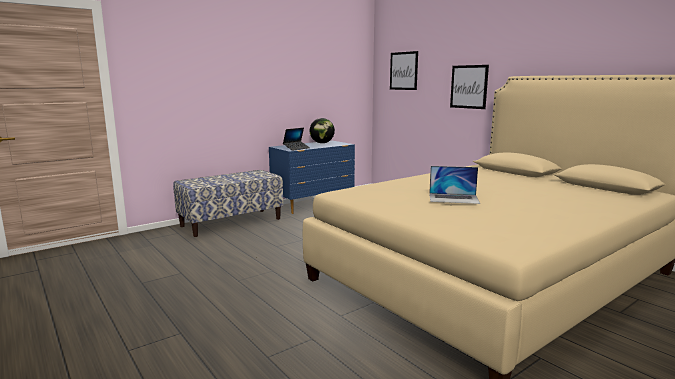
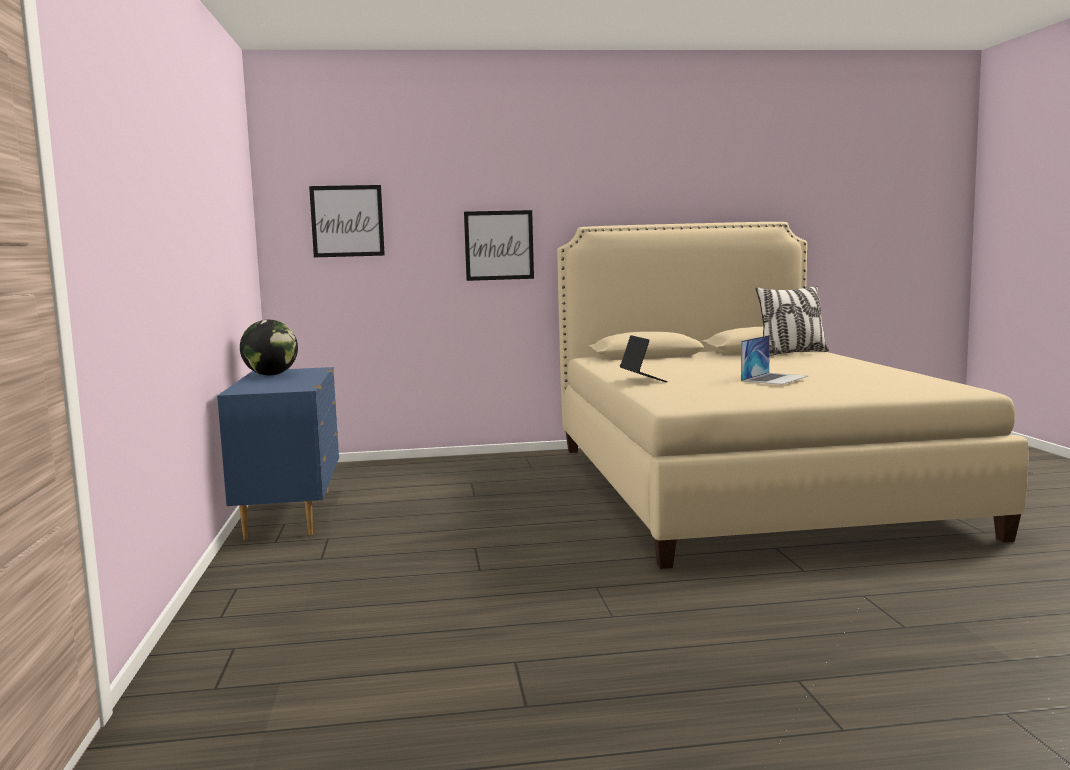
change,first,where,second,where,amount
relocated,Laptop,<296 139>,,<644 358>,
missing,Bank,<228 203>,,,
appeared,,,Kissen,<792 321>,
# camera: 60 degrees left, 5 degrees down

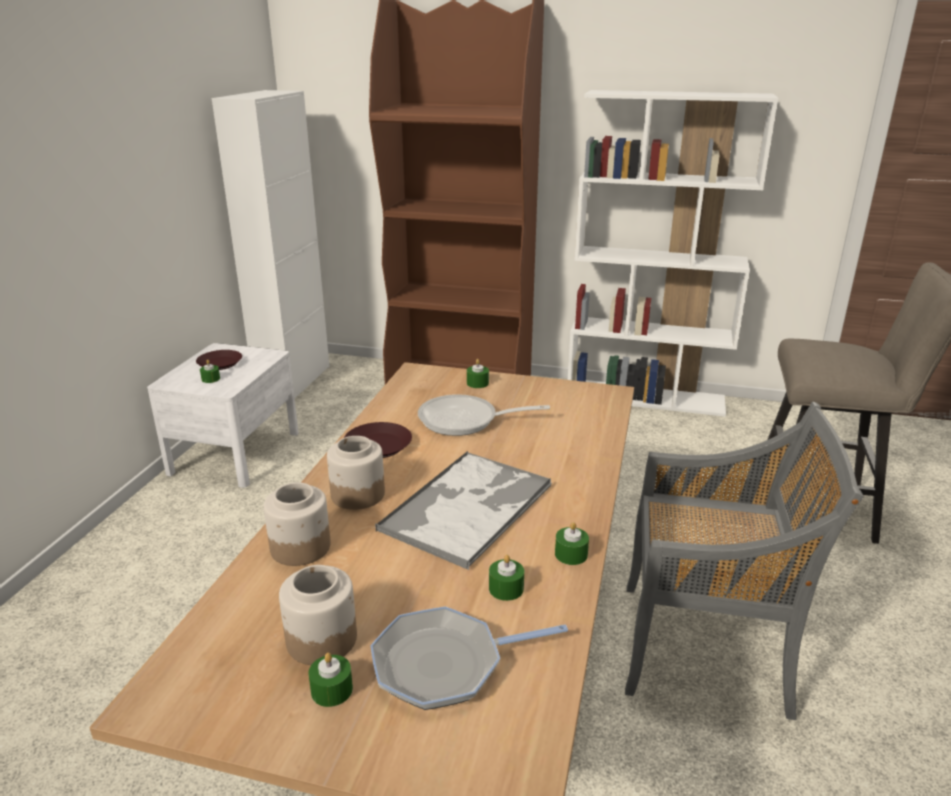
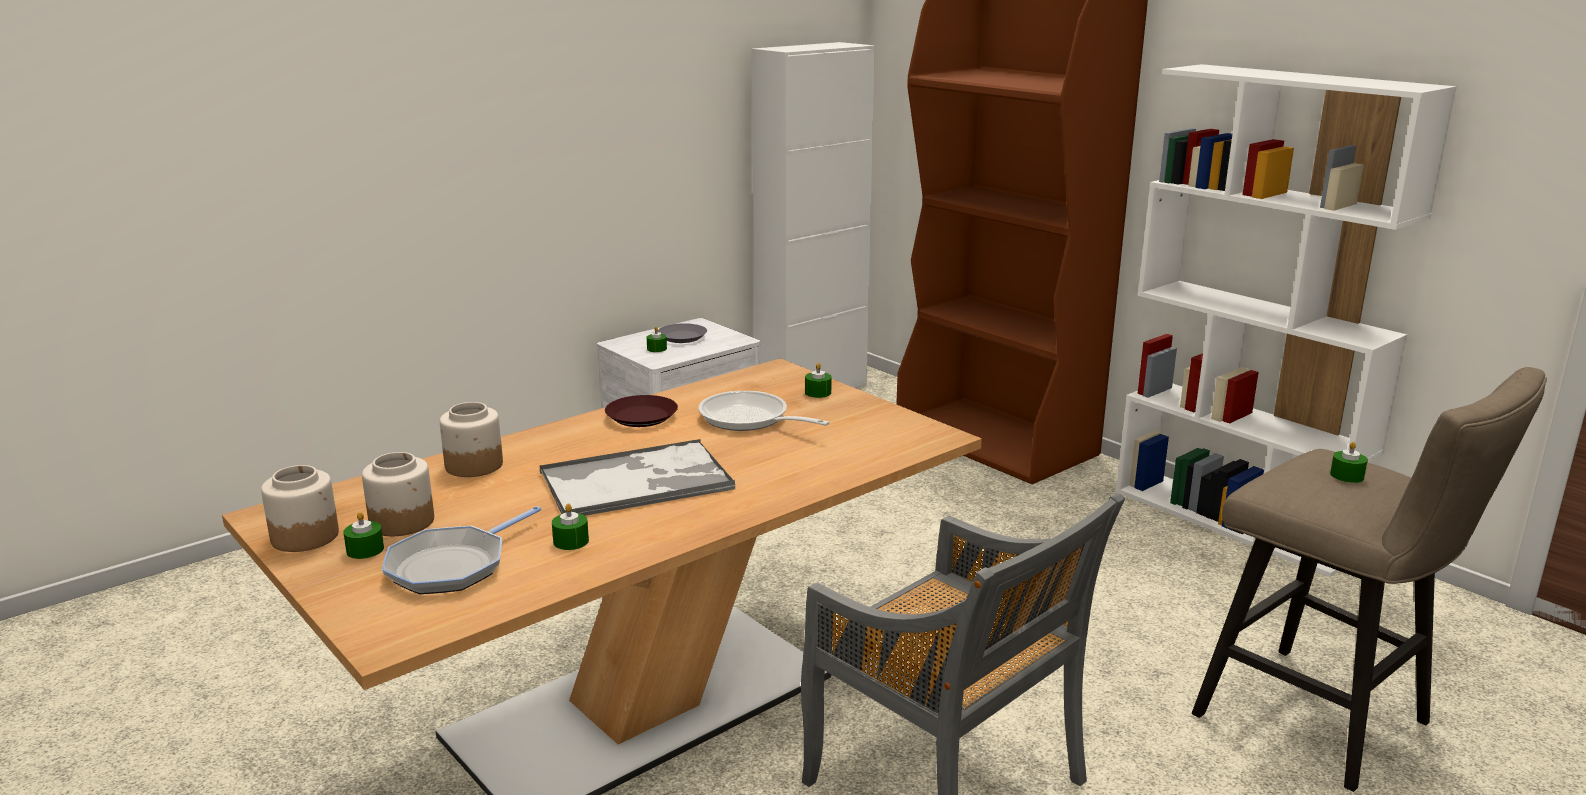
change,first,where,second,where,amount
colour,Teller [braun],<219 360>,Teller [grau],<682 333>,
relocated,Vorratsglas,<356 473>,,<300 508>,
relocated,Kerze [grün],<572 543>,,<1349 462>,
spun,Pfanne,<469 658>,,<461 550>,75 degrees counterclockwise
# camera: 35 degrees right, 5 degrees down

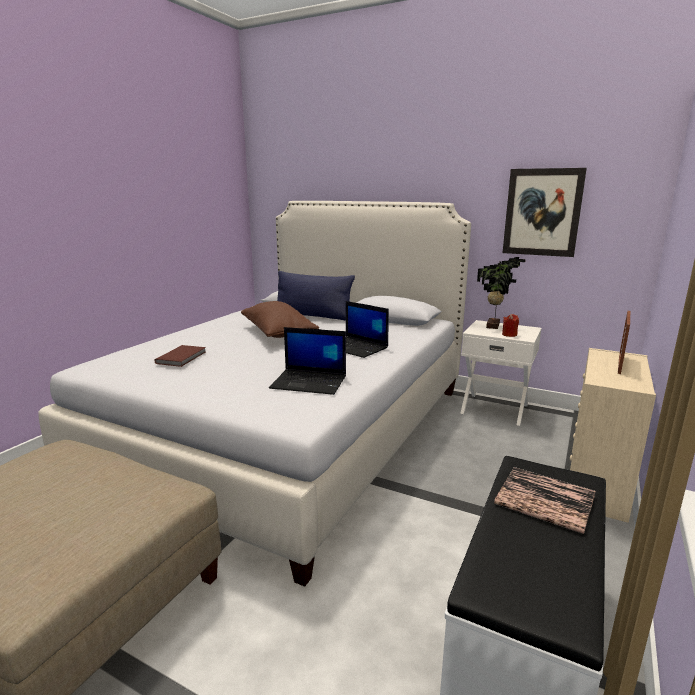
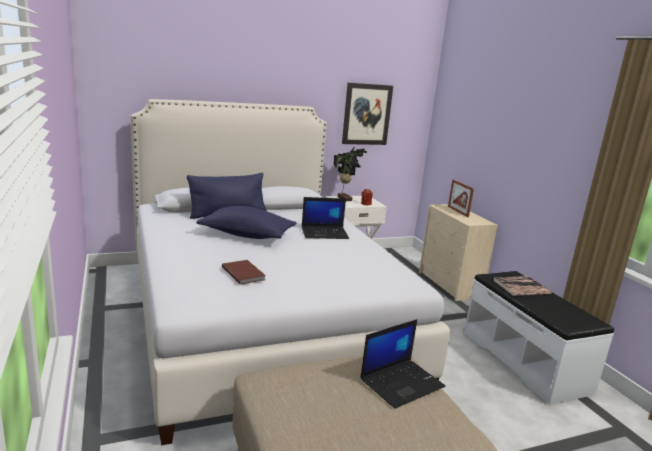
change,first,where,second,where,amount
colour,Kissen [braun],<280 319>,Kissen [blau],<246 222>,
relocated,Laptop,<307 361>,,<402 363>,
# camera: 50 degrees left, 0 degrees up

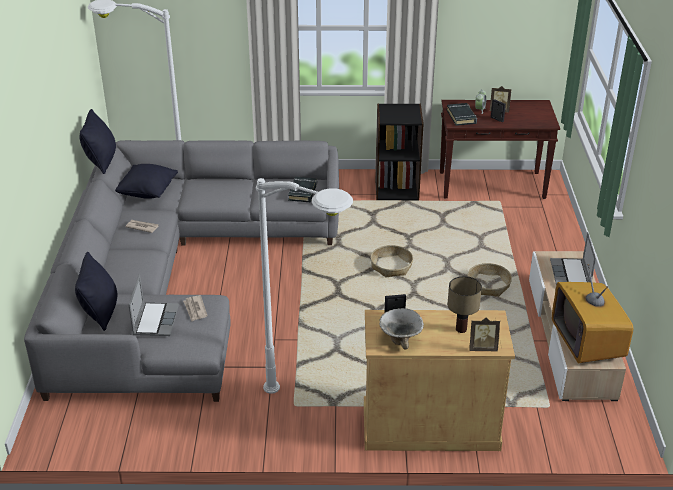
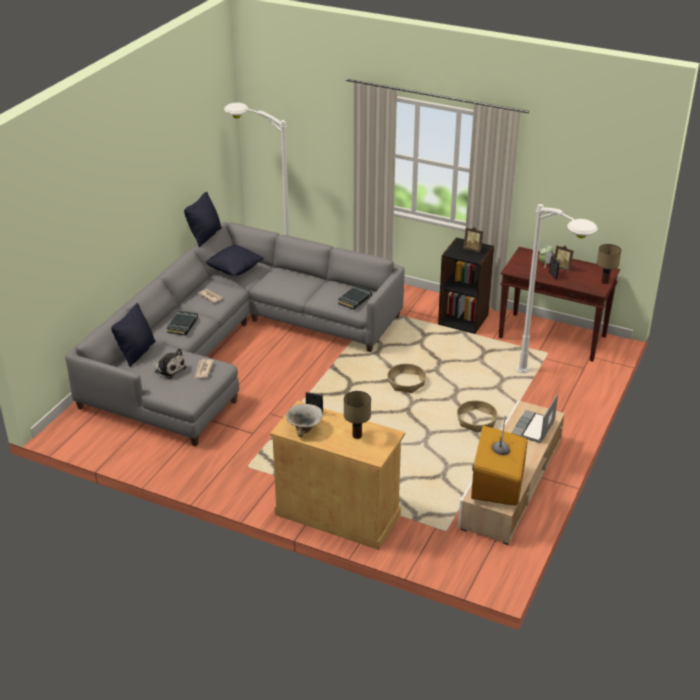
change,first,where,second,where,amount
relocated,Buch [schwarz],<462 114>,,<182 323>,
relocated,Stehlampe [weiß],<304 286>,,<557 288>,
exchanged,Laptop,<153 305>,Plüschtier,<169 364>,
relocated,Bilderrahmen,<484 334>,,<473 239>,
appeared,,,Tischlampe,<609 264>,
# camera: 25 degrees right, 0 degrees up

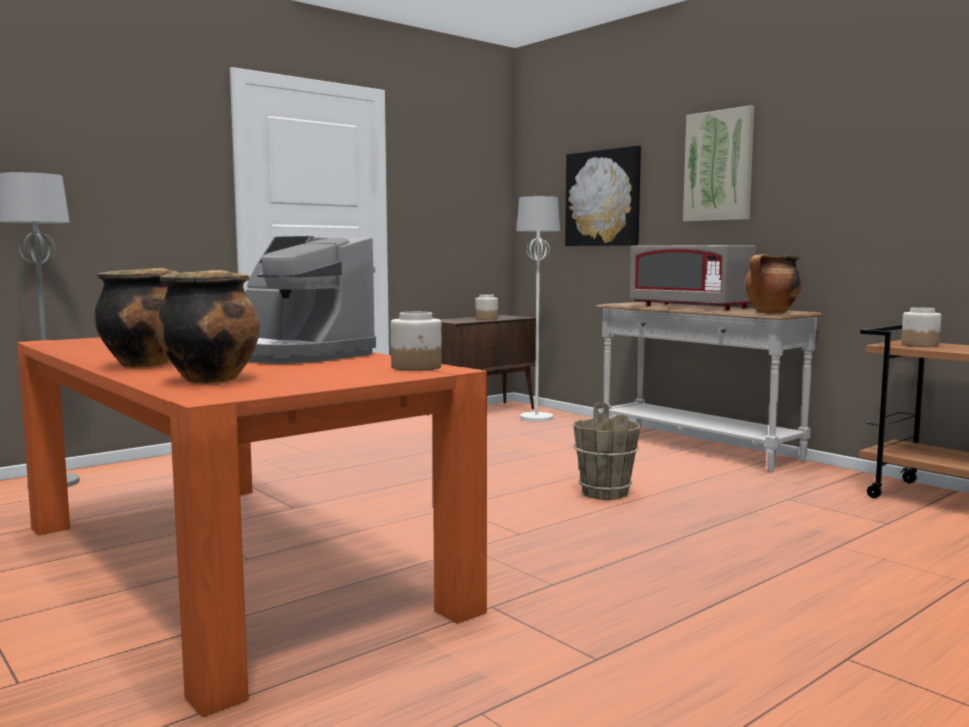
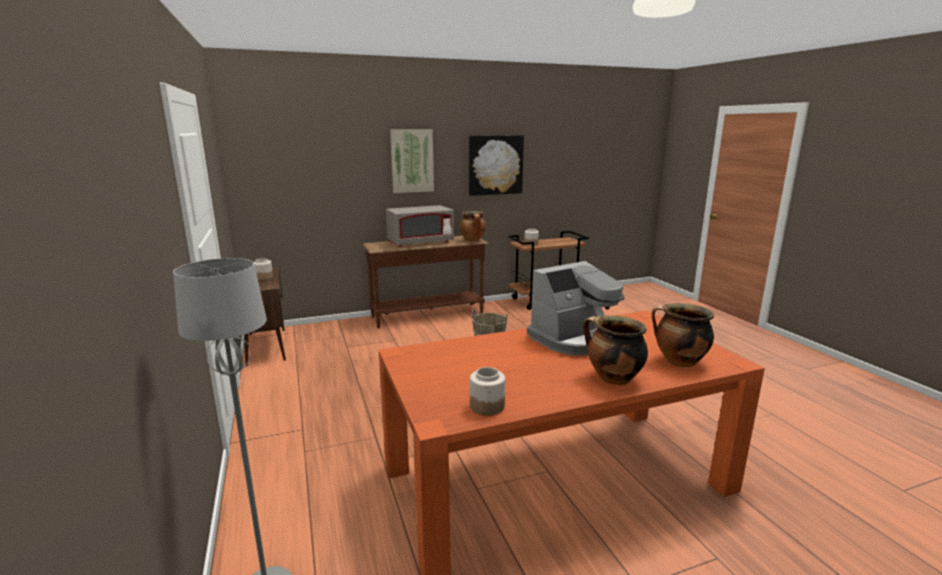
change,first,where,second,where,amount
relocated,Bild,<603 195>,,<496 165>,
missing,Stehlampe [weiß],<538 309>,,,
colour,Konsolentisch [weiß],<709 387>,Konsolentisch [braun],<426 282>,
relocated,Vorratsglas,<416 341>,,<487 391>,
# camera: 70 degrees left, 10 degrees up

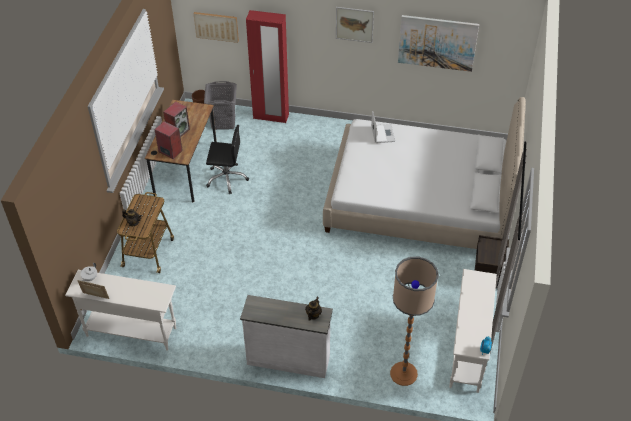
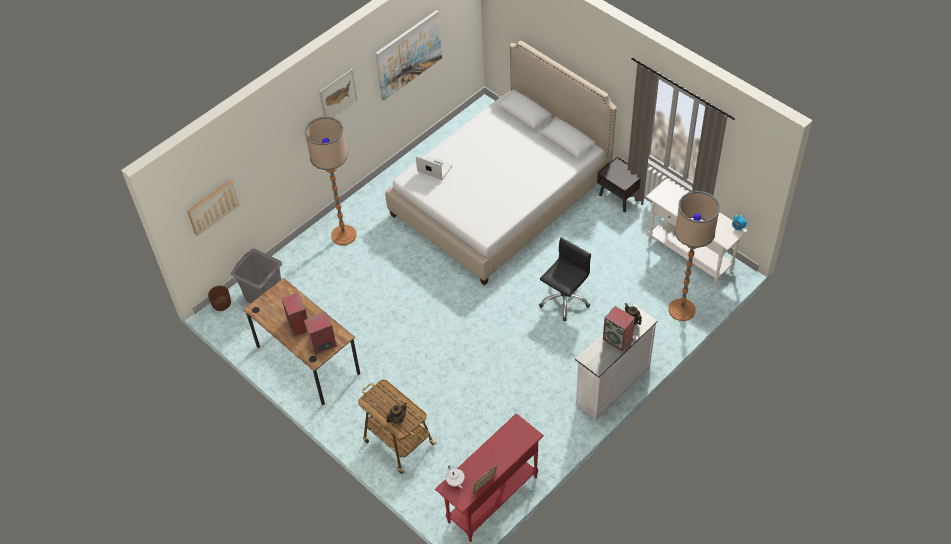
change,first,where,second,where,amount
missing,Kleiderschrank [rot],<267 66>,,,
relocated,Bürostuhl [schwarz],<227 159>,,<565 279>,
colour,Konsolentisch [weiß],<120 310>,Konsolentisch [rot],<489 477>,
appeared,,,Stehlampe,<331 180>,
appeared,,,Lautsprecher,<619 328>,
# camera: 55 degrees left, 5 degrees up

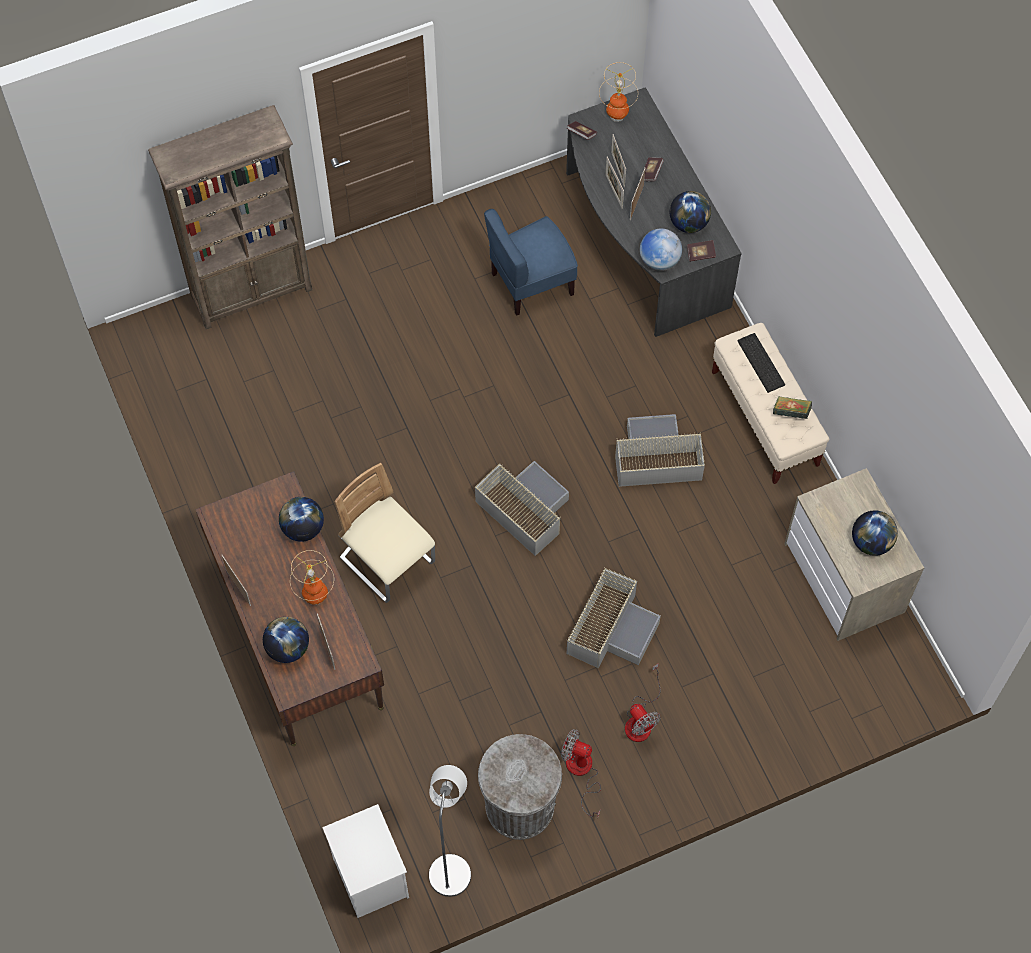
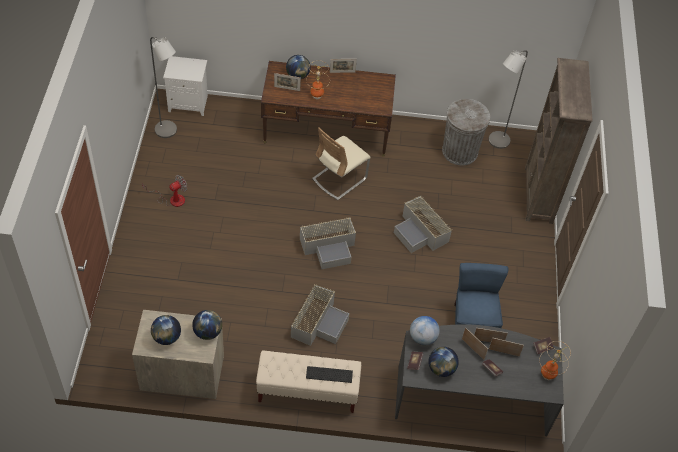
change,first,where,second,where,amount
missing,Buch,<792 407>,,,
spun,Stuhl [beige],<384 533>,,<341 163>,150 degrees clockwise
relocated,Globus,<301 519>,,<207 325>,
relocated,Aufbewahrungsbox [grau],<613 618>,,<423 224>,
missing,Ventilator,<643 702>,,,
relocated,Mülleimer [grau],<520 787>,,<466 132>,
appeared,,,Stehlampe [grau],<508 99>,
# camera: 115 degrees right, 10 degrees down

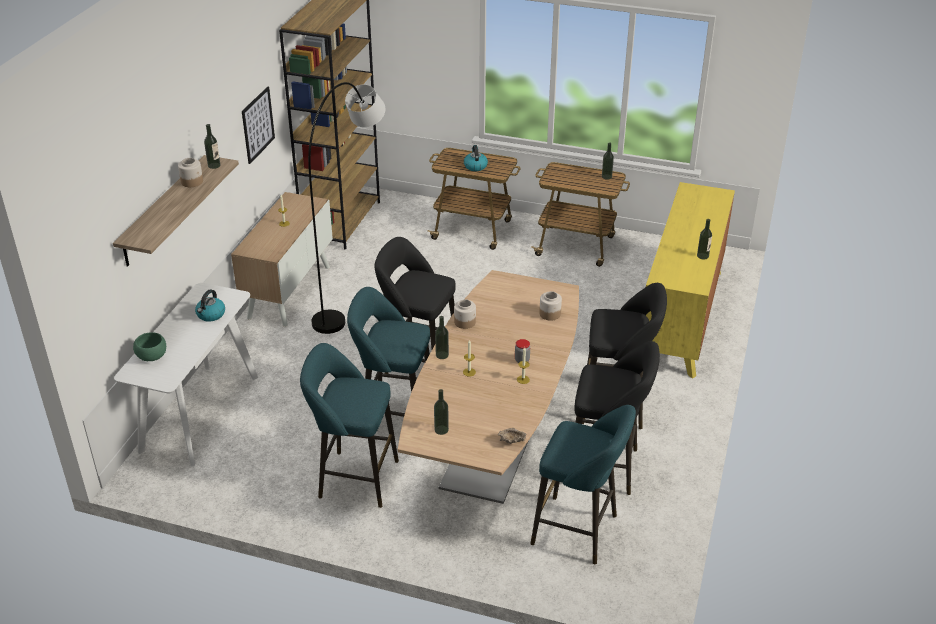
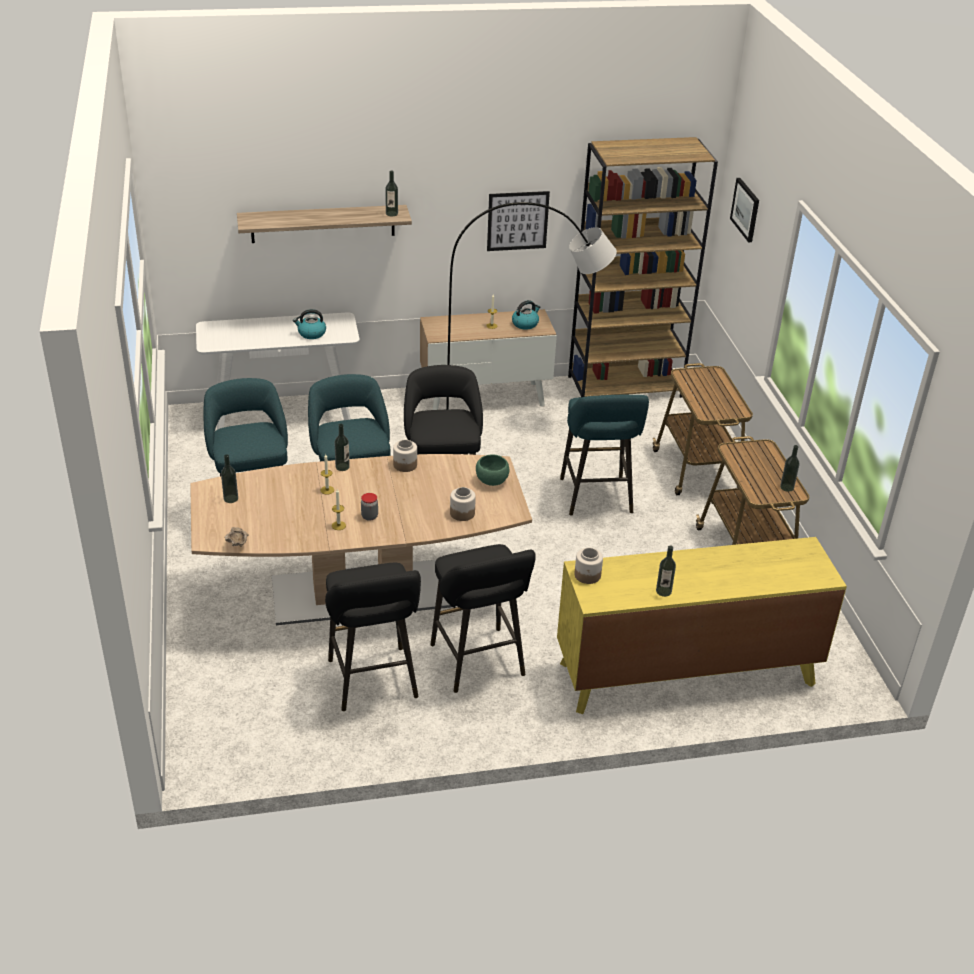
change,first,where,second,where,amount
relocated,Wasserkessel,<476 158>,,<526 315>,
relocated,Vorratsglas,<190 172>,,<588 566>,
relocated,Schüssel [grün],<149 346>,,<492 470>,
relocated,Hocker [türkis],<583 484>,,<604 455>,
appeared,,,Bild,<744 210>,
# camera: 60 degrees right, 0 degrees up

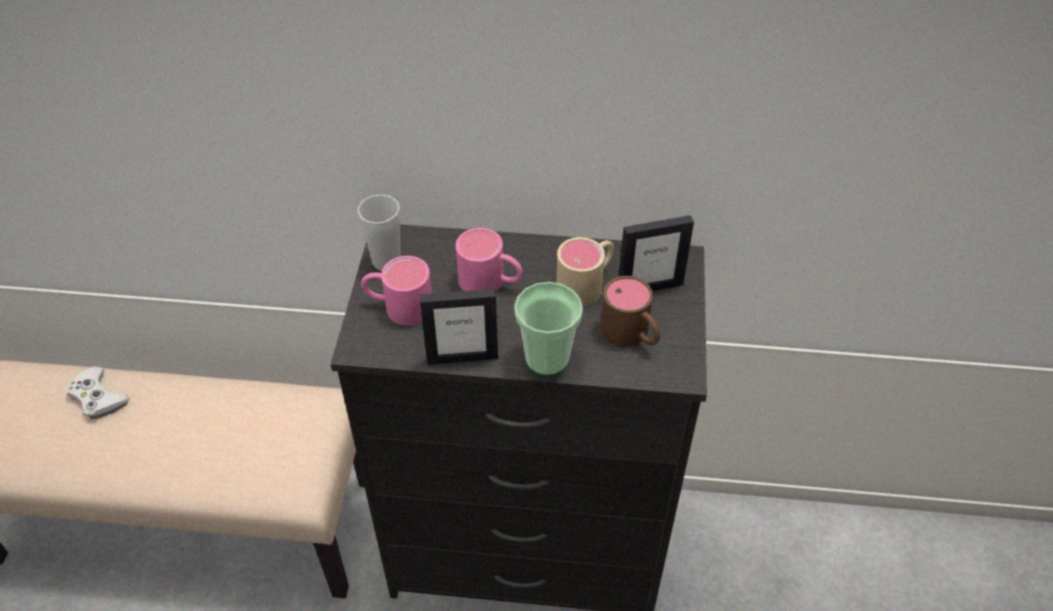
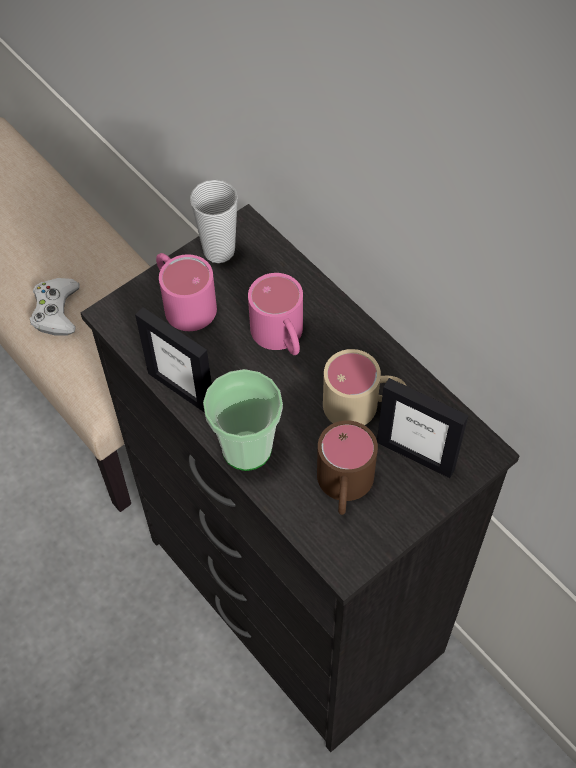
change,first,where,second,where,amount
relocated,Gamepad [weiß],<97 393>,,<55 307>,
# camera: 45 degrees right, 10 degrees up

